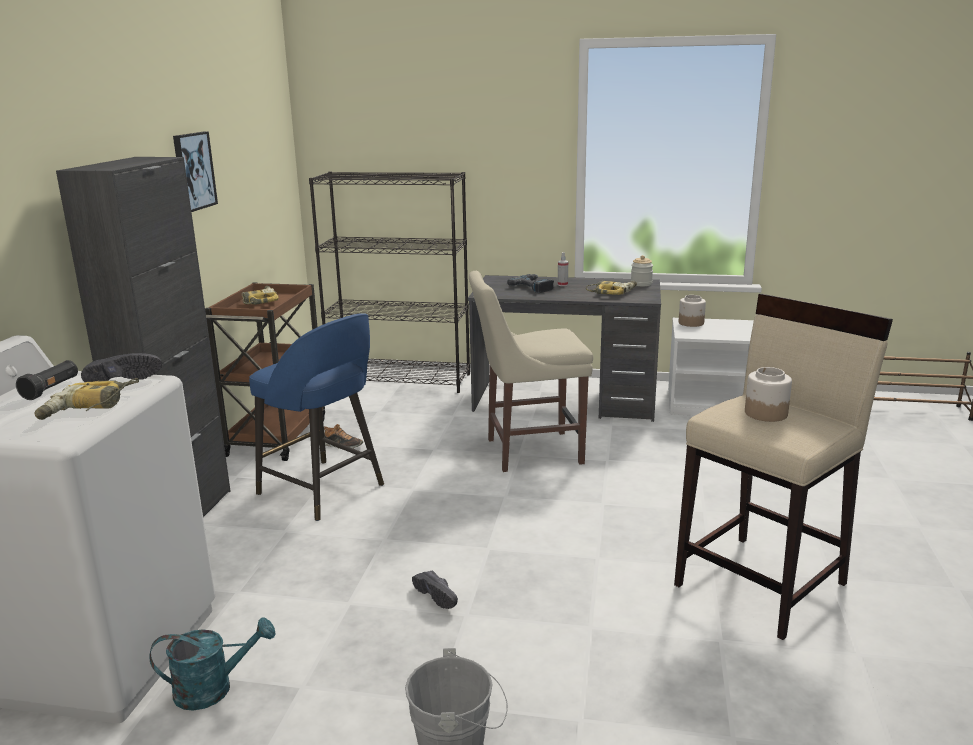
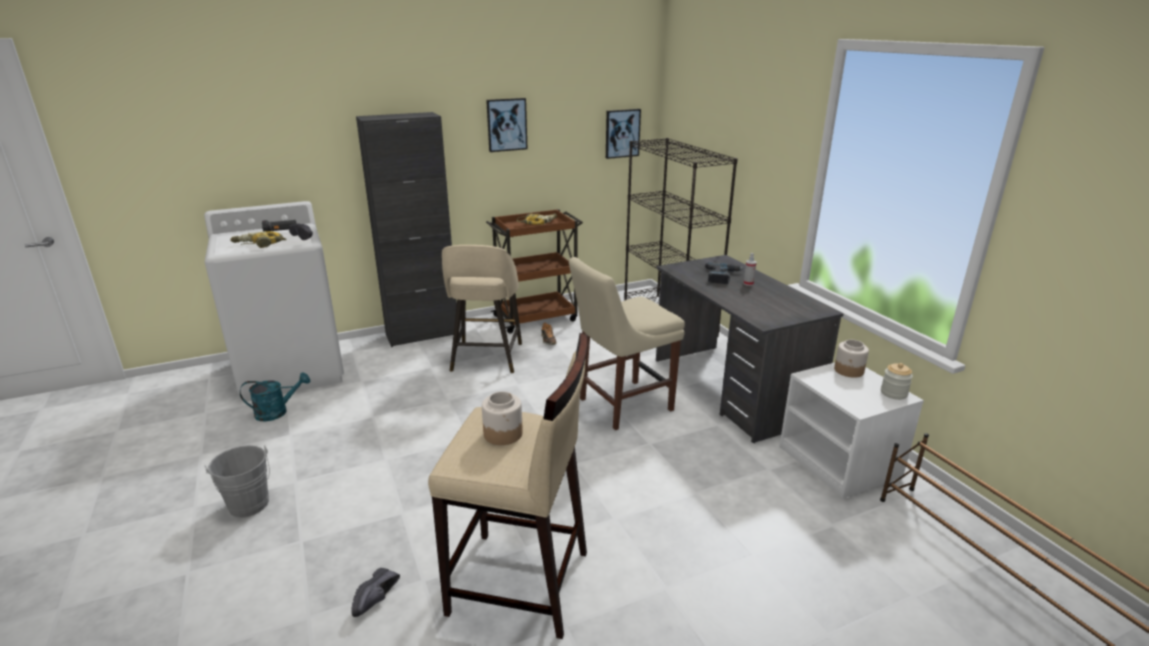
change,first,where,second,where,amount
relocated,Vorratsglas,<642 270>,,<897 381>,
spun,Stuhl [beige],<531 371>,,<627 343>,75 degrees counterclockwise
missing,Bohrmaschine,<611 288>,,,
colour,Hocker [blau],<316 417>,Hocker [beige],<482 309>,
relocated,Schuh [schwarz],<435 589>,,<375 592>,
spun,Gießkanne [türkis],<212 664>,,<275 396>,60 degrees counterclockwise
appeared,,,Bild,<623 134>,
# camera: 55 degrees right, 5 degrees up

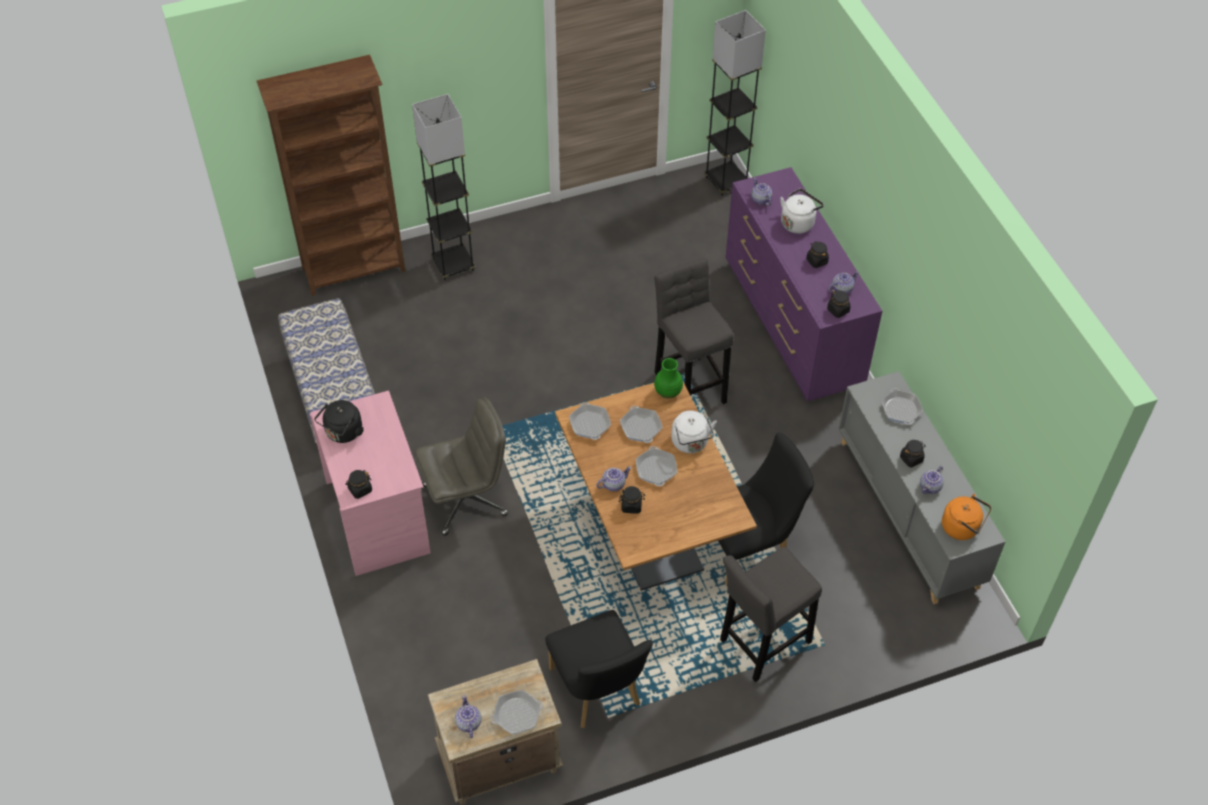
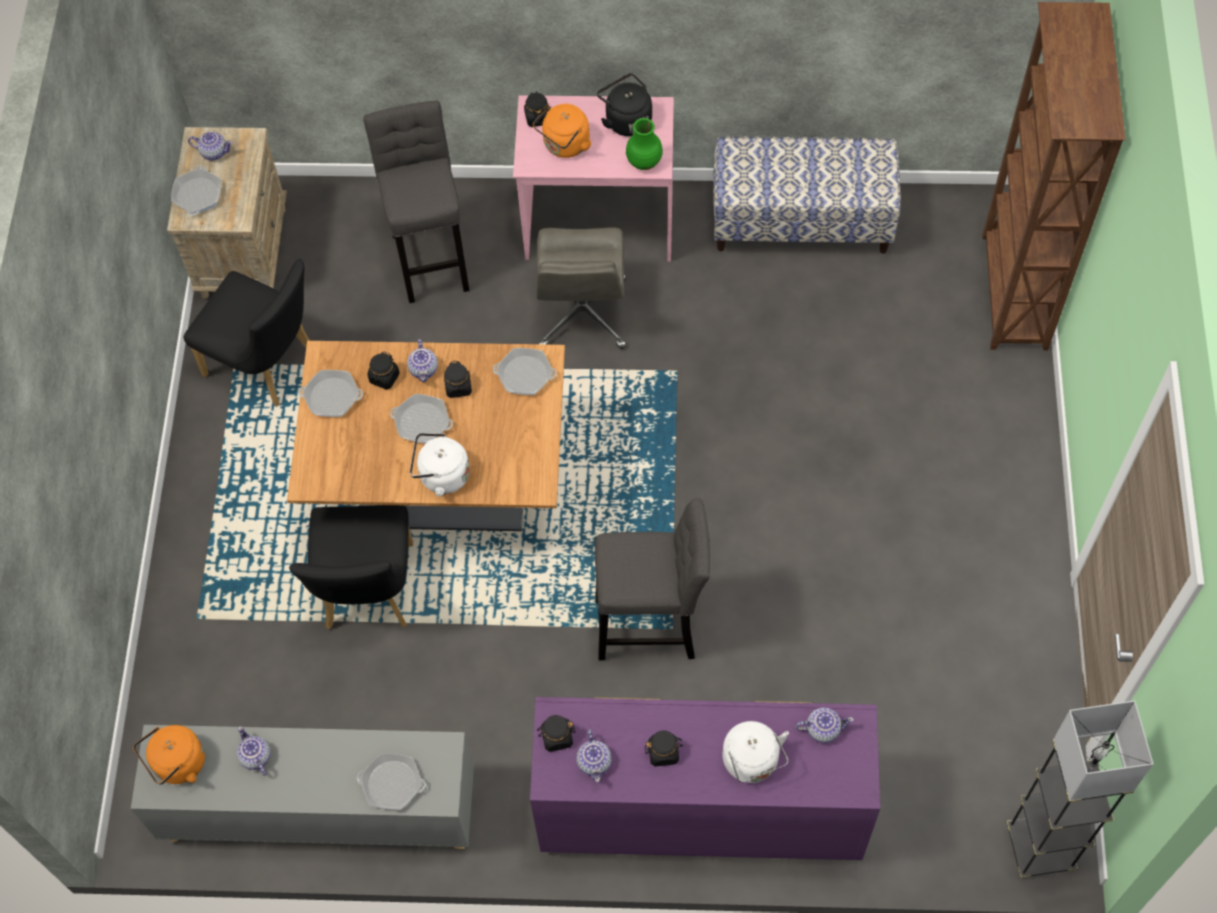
change,first,where,second,where,amount
missing,Stehlampe [grau],<444 187>,,,
relocated,Vase [grün],<668 378>,,<644 144>,
relocated,Pfanne,<641 424>,,<331 393>,
relocated,Vorratsglas [schwarz],<912 454>,,<458 379>,
relocated,Hocker [grau],<771 614>,,<416 202>,
spun,Stuhl [schwarz],<599 669>,,<247 333>,150 degrees counterclockwise
appeared,,,Wasserkessel [orange],<562 131>,
# camera: 115 degrees right, 10 degrees up

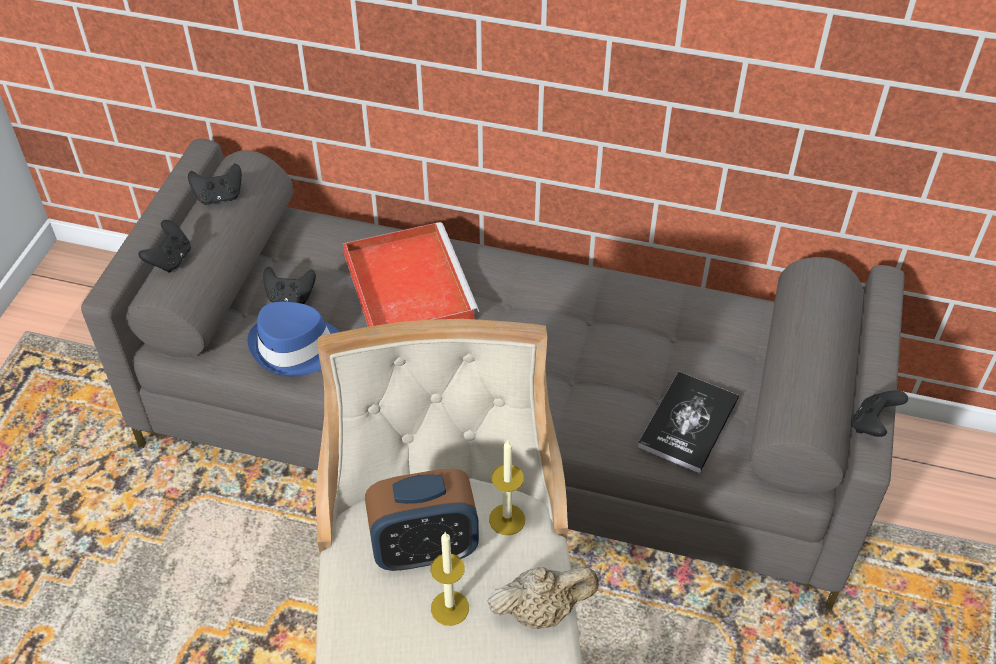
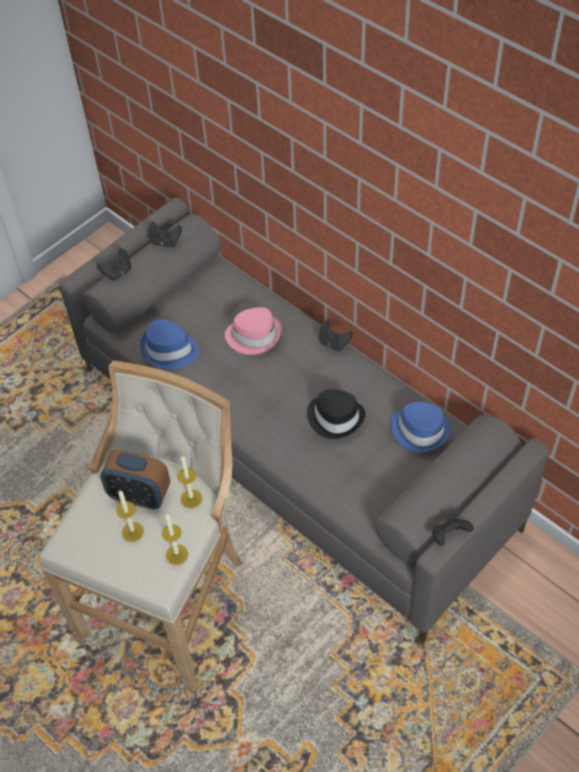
change,first,where,second,where,amount
exchanged,Tablett [rot],<411 274>,Hut [rosa],<253 331>,
relocated,Gamepad [schwarz],<289 285>,,<336 335>,
missing,Buch,<688 422>,,,
exchanged,Teekanne [beige],<543 598>,Kerze,<175 539>,
appeared,,,Hut [schwarz],<336 414>,
appeared,,,Hut [blau],<421 427>,
# camera: 30 degrees right, 5 degrees up

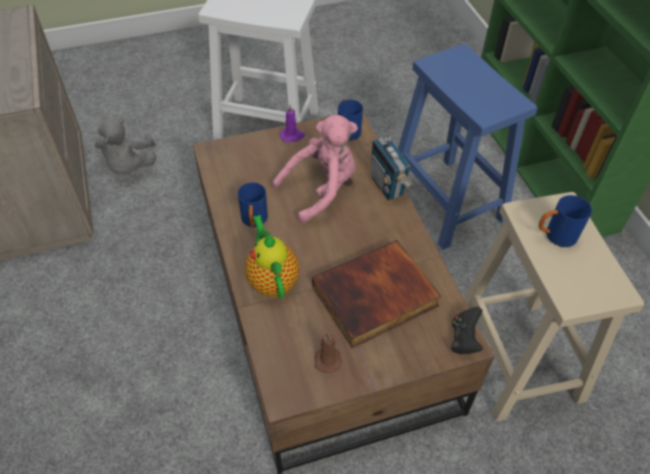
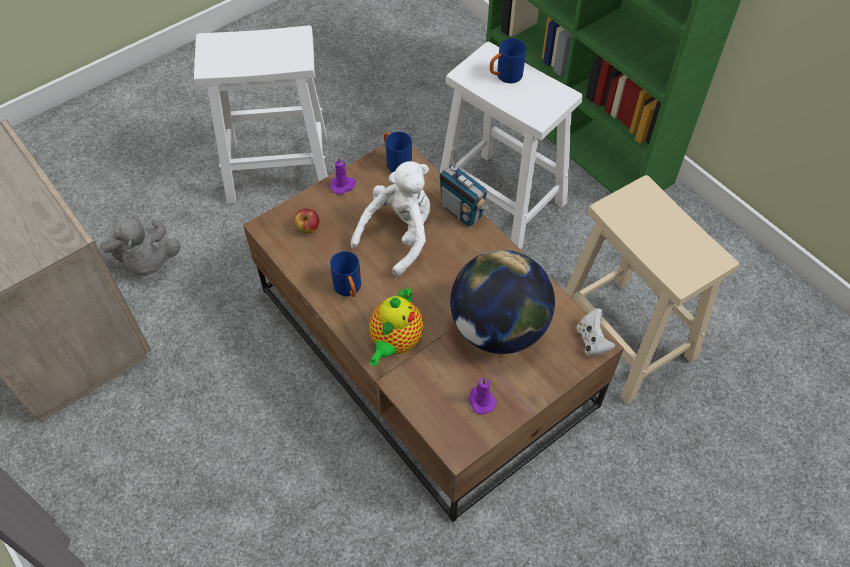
change,first,where,second,where,amount
colour,Hocker [blau],<467 147>,Hocker [weiß],<511 145>,
colour,Plüschtier [rosa],<315 169>,Plüschtier [weiß],<391 219>,
relocated,Henkelbecher [blau],<565 221>,,<508 60>,
spun,Teekanne,<272 257>,,<396 326>,120 degrees counterclockwise
exchanged,Buch,<376 294>,Globus,<502 302>,
colour,Gamepad [schwarz],<467 330>,Gamepad [weiß],<596 332>,
colour,Kerze [braun],<328 352>,Kerze [lila],<482 395>,
appeared,,,Apfel,<307 220>,
# camera: 20 degrees left, 5 degrees up

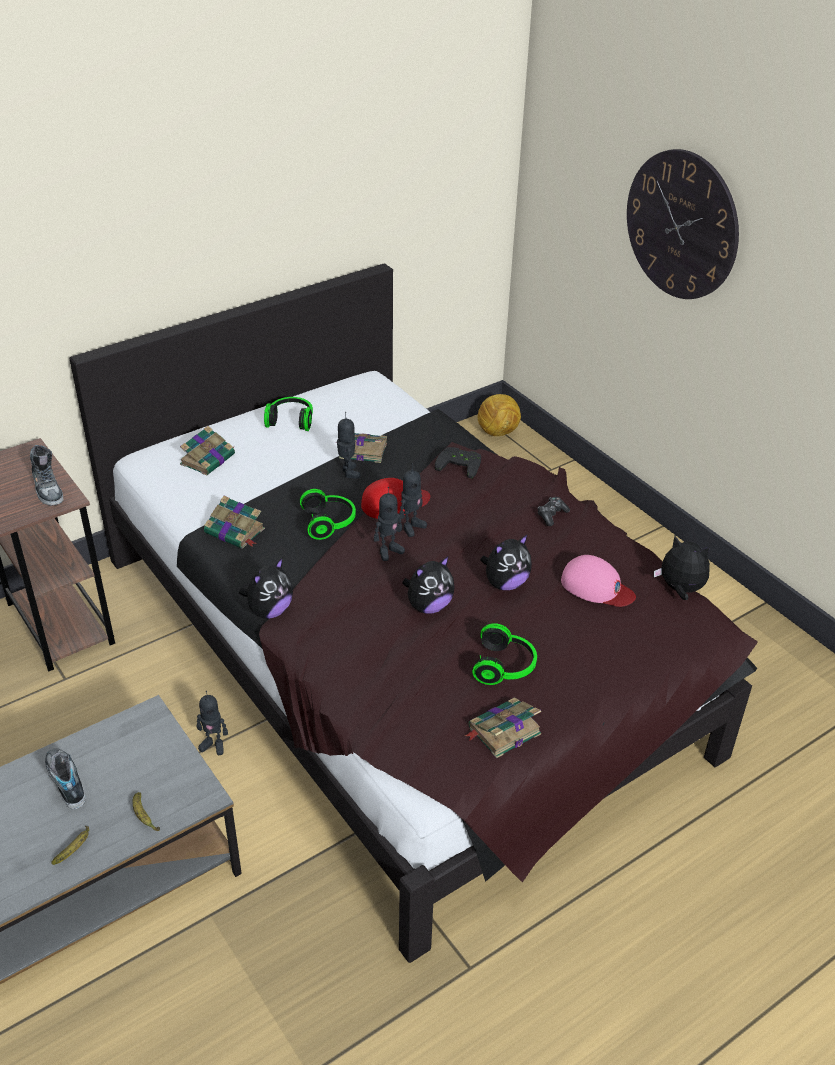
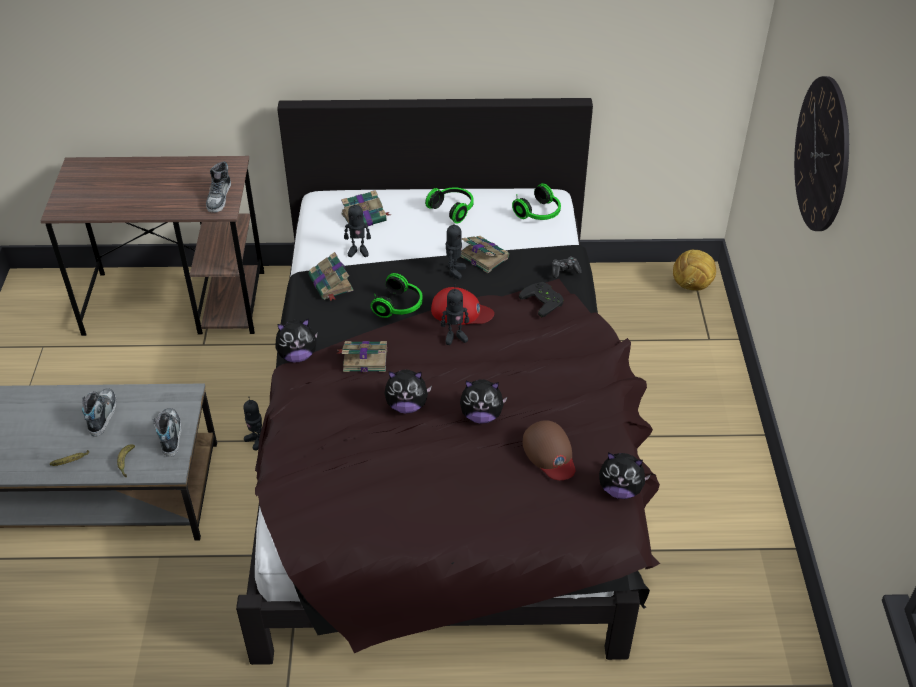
change,first,where,second,where,amount
relocated,Spielzeugroboter,<389 524>,,<357 228>,
relocated,Gamepad,<553 511>,,<567 267>,
spun,Plüschtier,<682 568>,,<624 475>,135 degrees clockwise
colour,Kappe [rosa],<598 581>,Kappe [braun],<549 450>,
relocated,Kopfhörer,<504 654>,,<536 201>,
relocated,Buch,<503 728>,,<361 356>,
appeared,,,Schuh,<167 432>,
# camera: 35 degrees right, 5 degrees up

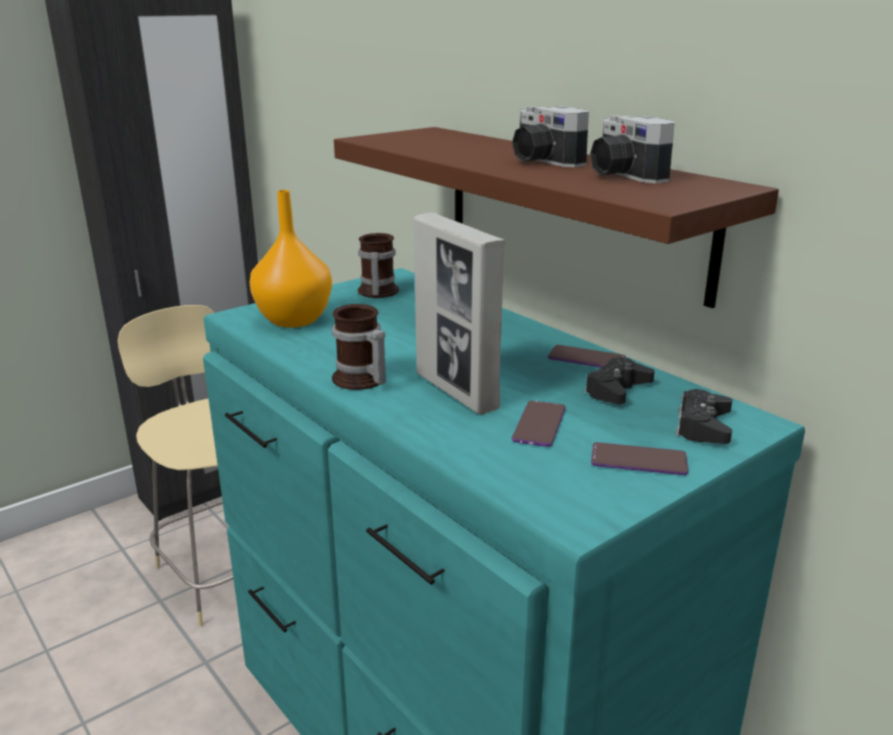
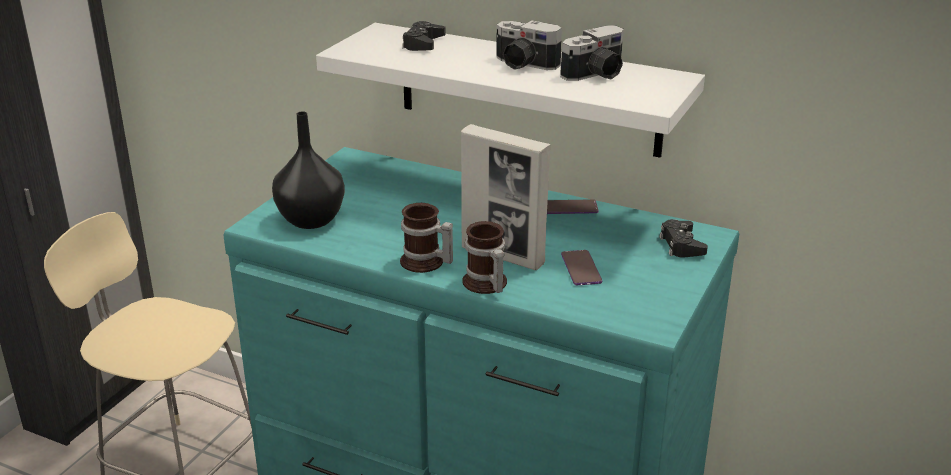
change,first,where,second,where,amount
spun,Kamera,<632 149>,,<592 53>,75 degrees counterclockwise
colour,Wandregal [braun],<556 217>,Wandregal [weiß],<510 90>,
colour,Vase [orange],<291 259>,Vase [schwarz],<308 170>,
relocated,Henkelbecher,<378 265>,,<484 257>,
relocated,Gamepad [schwarz],<620 380>,,<424 36>,
missing,Handy,<639 458>,,,
# camera: 25 degrees left, 5 degrees up

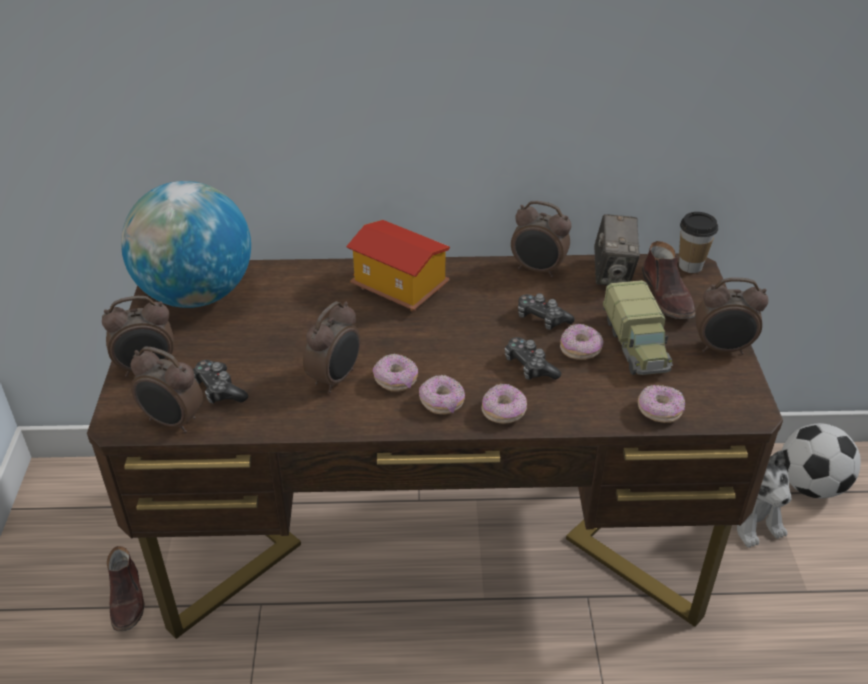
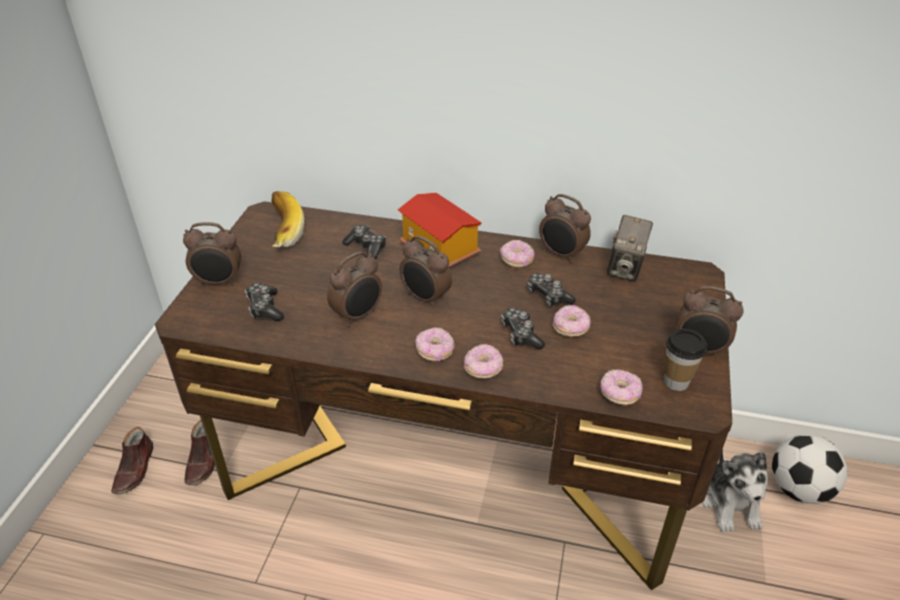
change,first,where,second,where,amount
exchanged,Globus,<186 244>,Banane,<288 219>,
relocated,Tasse,<698 242>,,<685 360>,
relocated,Schuh [braun],<669 280>,,<132 461>,
missing,Spielzeuglaster,<638 327>,,,
relocated,Wecker,<166 389>,,<426 271>,
relocated,Donut,<395 372>,,<517 254>,
appeared,,,Gamepad,<364 242>,
# camera: 15 degrees right, 0 degrees up

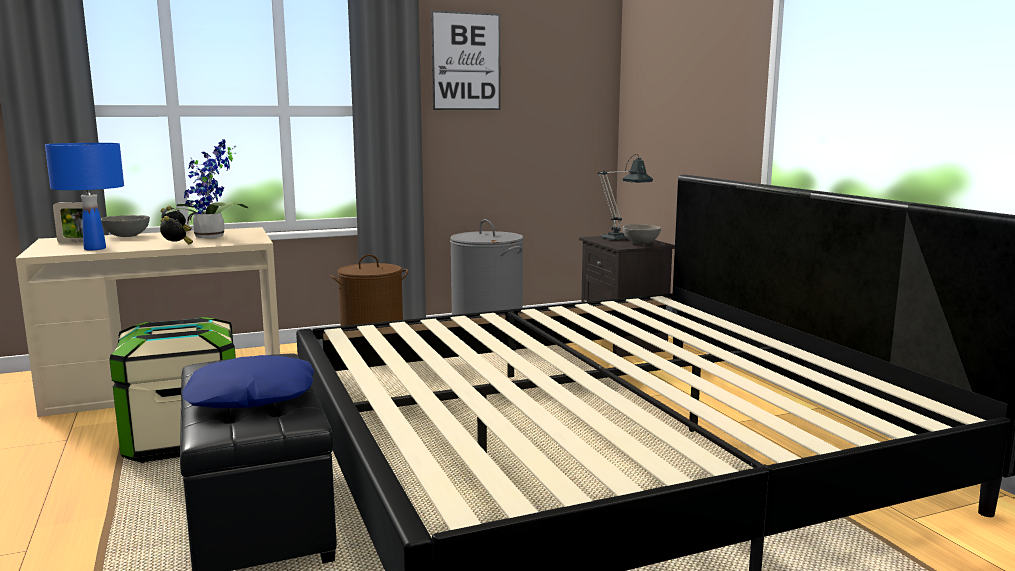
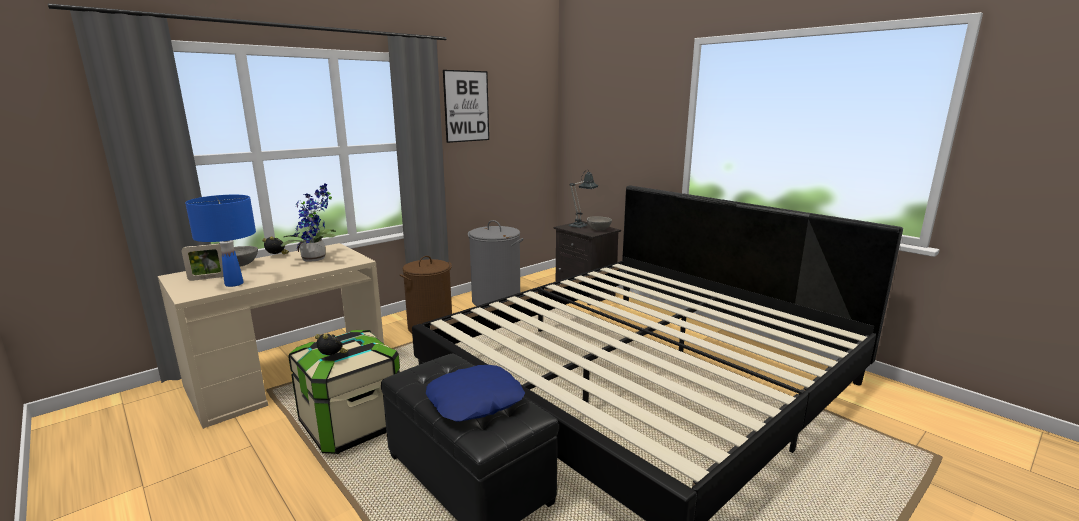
change,first,where,second,where,amount
relocated,Wecker,<176 230>,,<331 344>,
# camera: 20 degrees left, 5 degrees up

